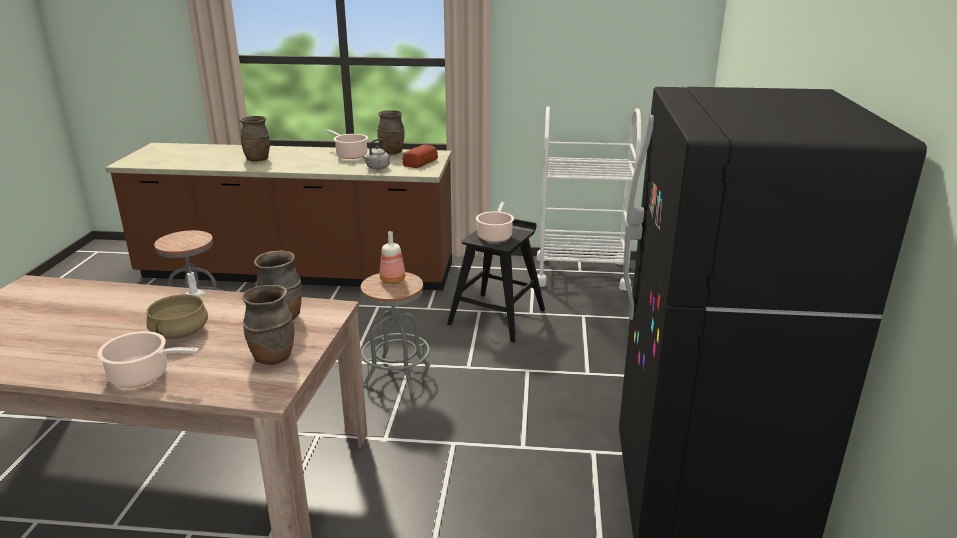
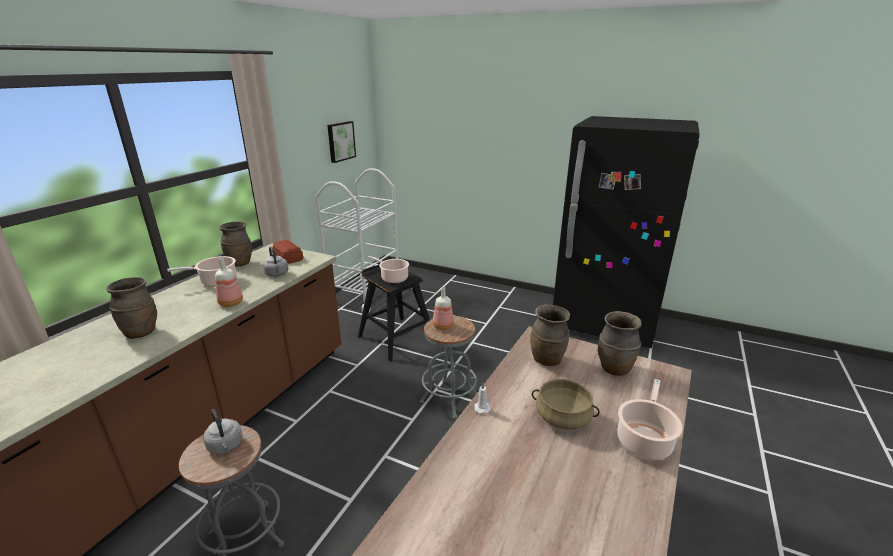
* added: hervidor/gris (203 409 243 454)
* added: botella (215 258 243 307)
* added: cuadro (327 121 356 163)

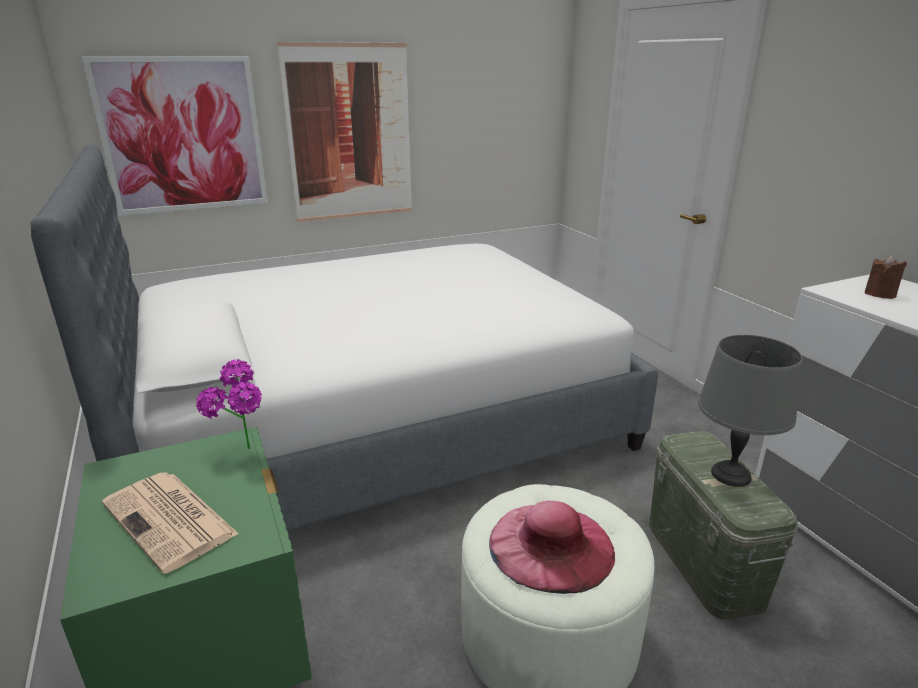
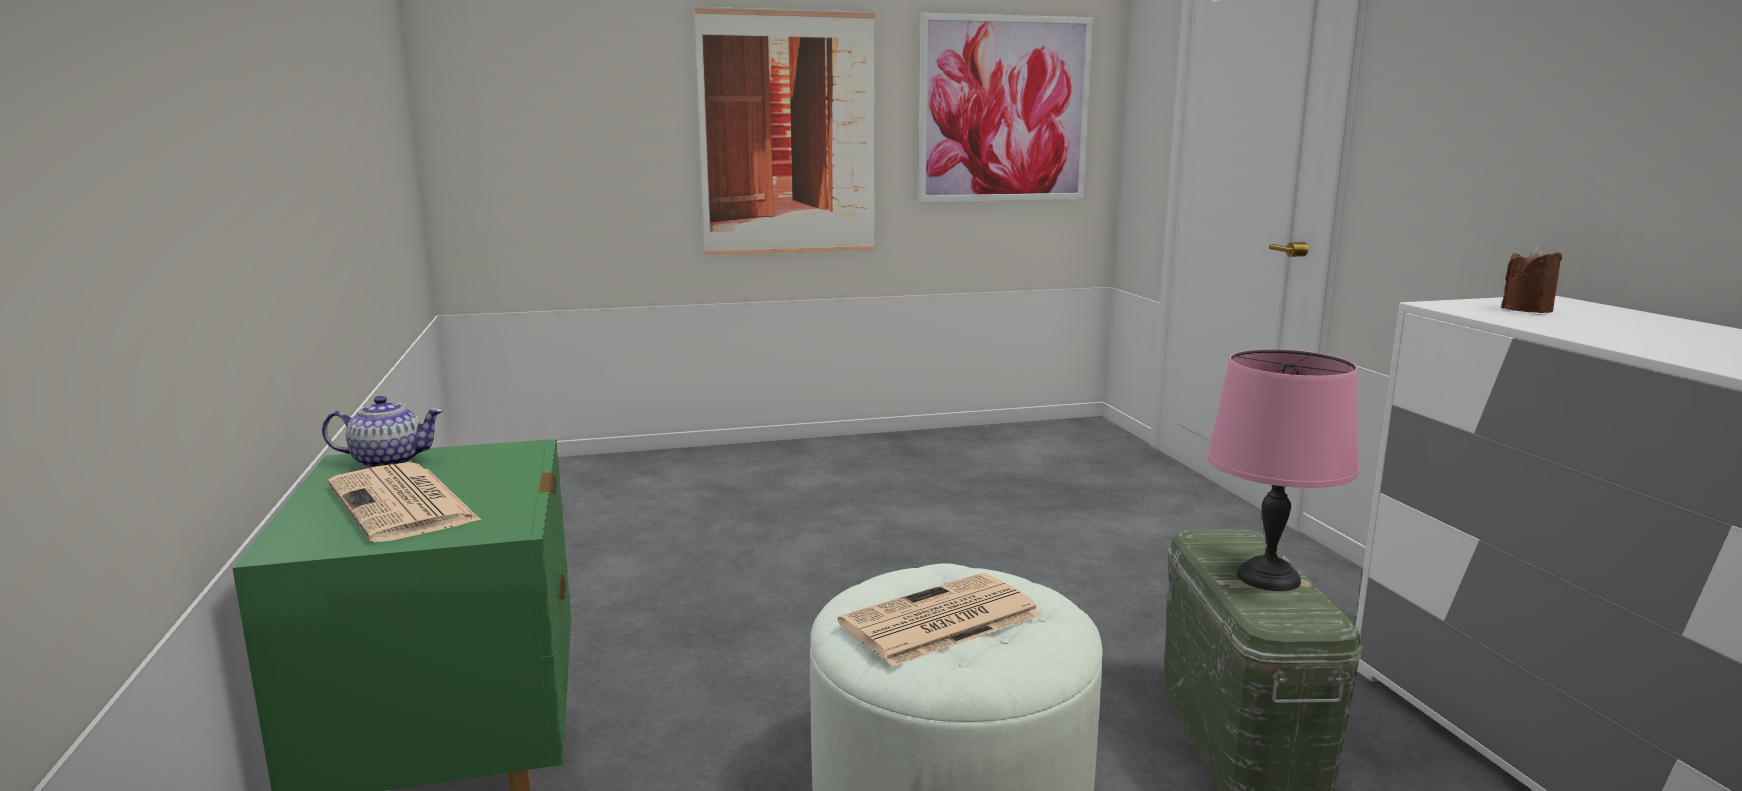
* removed: cama (30 145 658 531)
* removed: planta en maceta (196 359 262 449)
* added: tetera (322 396 444 468)
* moved: cuadro (82 56 268 216) to (918 13 1093 202)
* replaced: sombrero/rosa (489 501 615 594) to periódico (838 573 1041 667)
* recoloured: lámpara de mesa/gris (698 335 802 487) to lámpara de mesa/rosa (1207 349 1359 591)

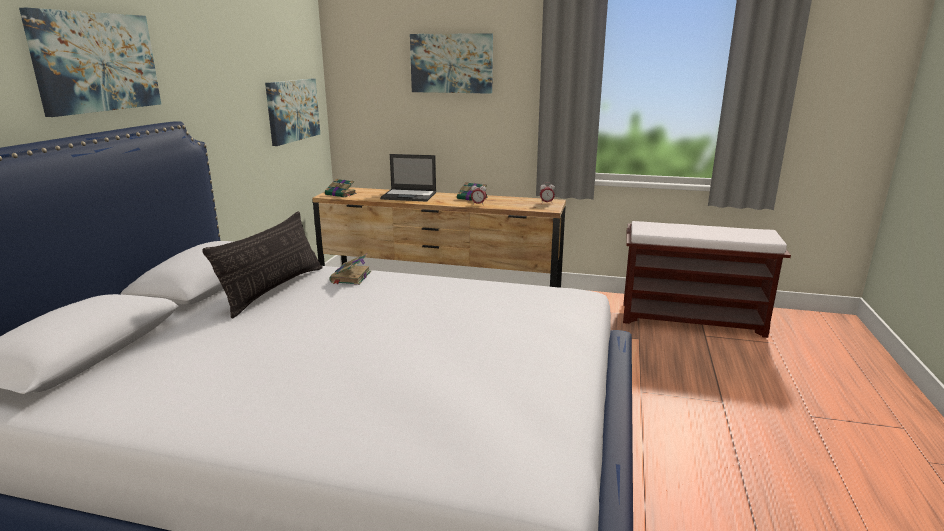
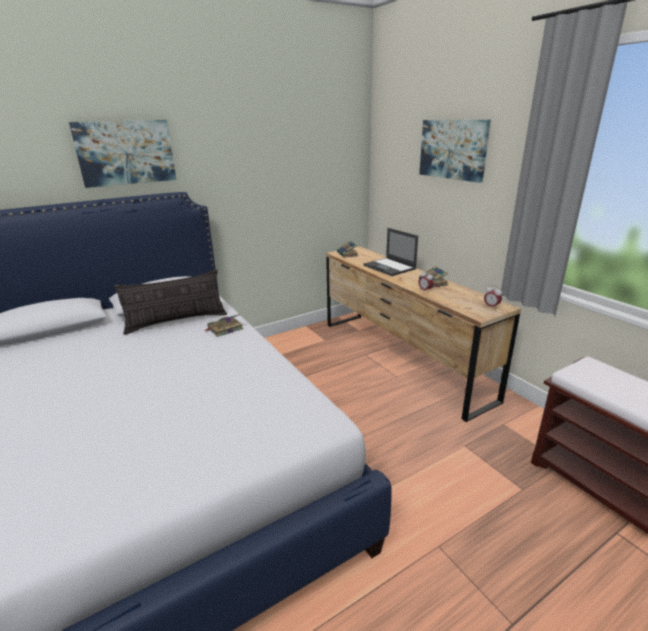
* removed: cuadro (265 79 320 146)

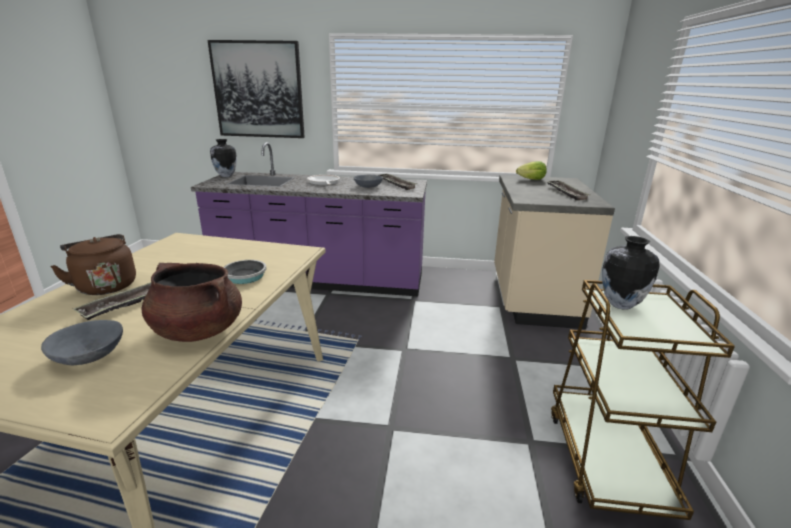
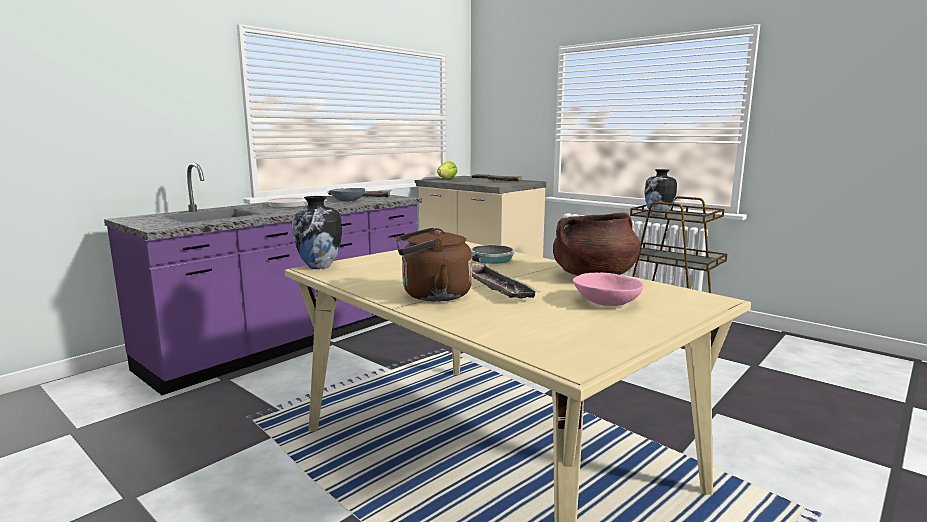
* removed: cuadro (208 40 305 138)
* moved: florero (210 139 237 177) to (292 196 342 269)
* recoloured: cuenco/gris (41 320 123 366) to cuenco/rosa (573 273 643 306)

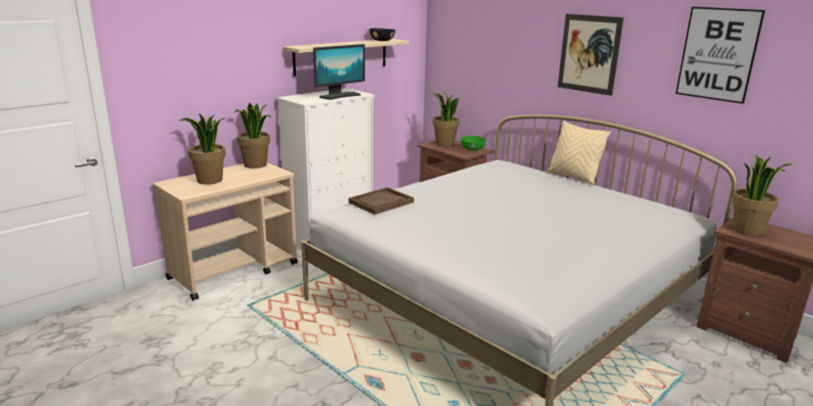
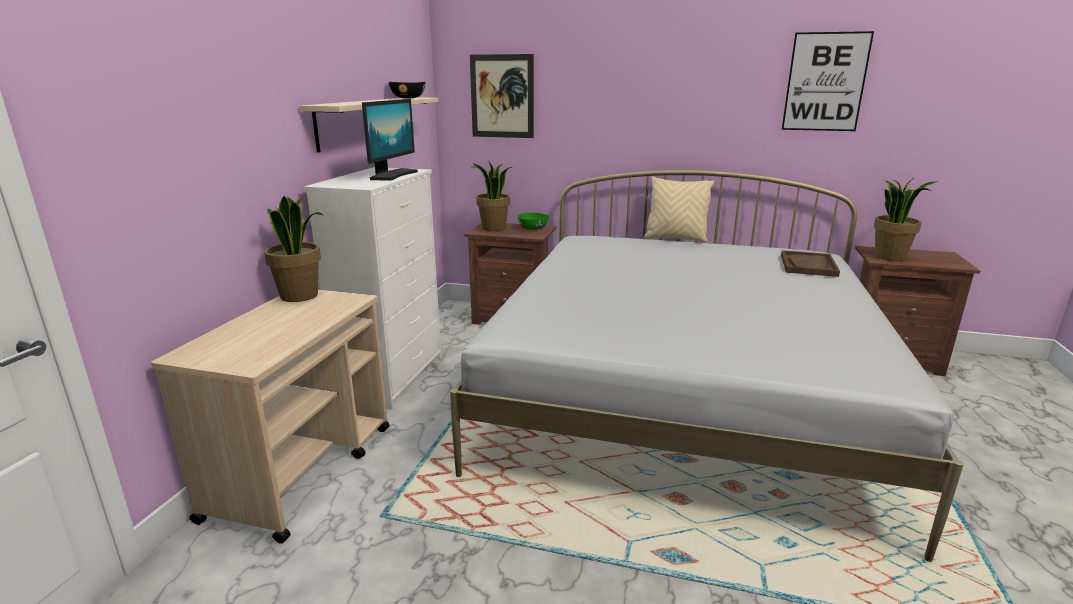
* removed: planta en maceta (179 114 226 185)
* moved: bandeja/marrón (348 187 414 215) to (781 250 840 277)
* moved: cuadro (558 14 624 96) to (470 54 534 138)

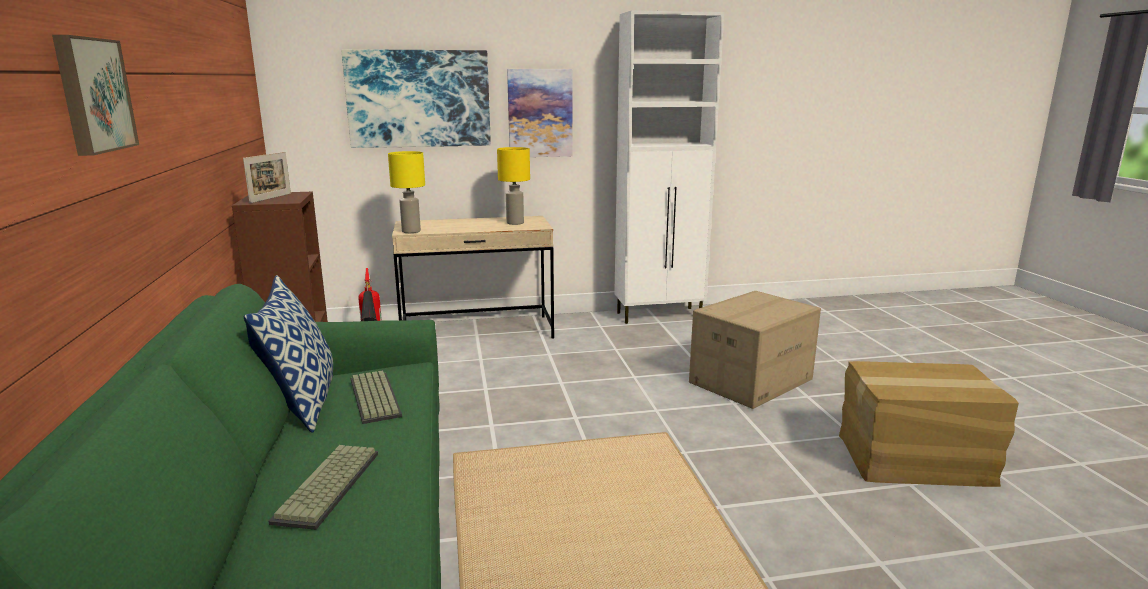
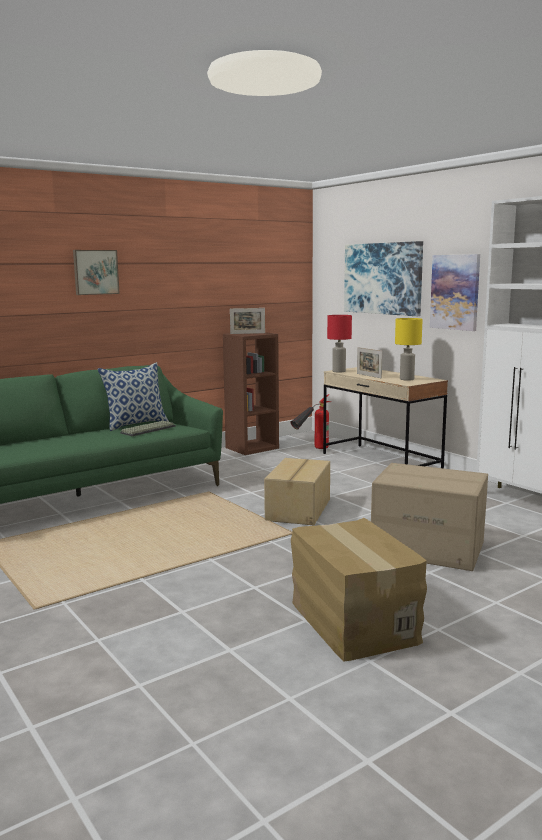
* removed: teclado (268 445 378 530)
* added: caja de cartón (264 458 330 525)
* added: portarretratos (357 347 382 378)
* recoloured: lámpara de mesa/amarillo (388 151 425 233) to lámpara de mesa/rojo (327 315 352 373)

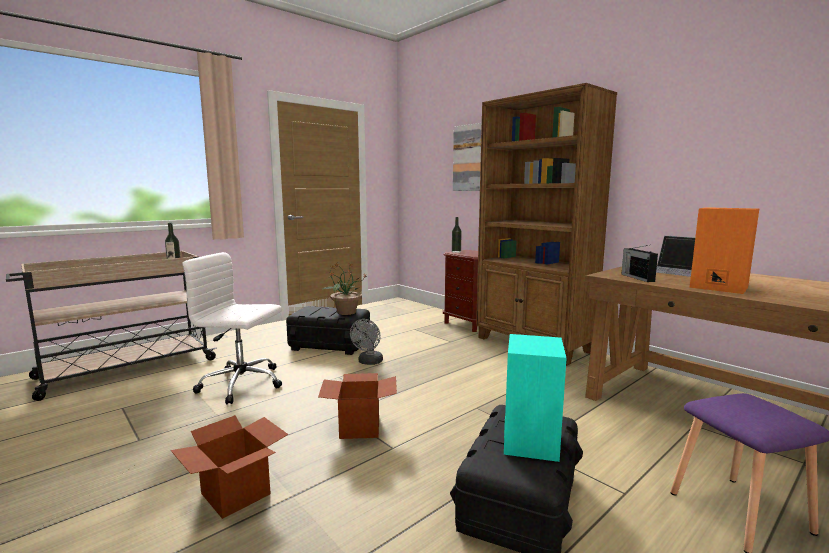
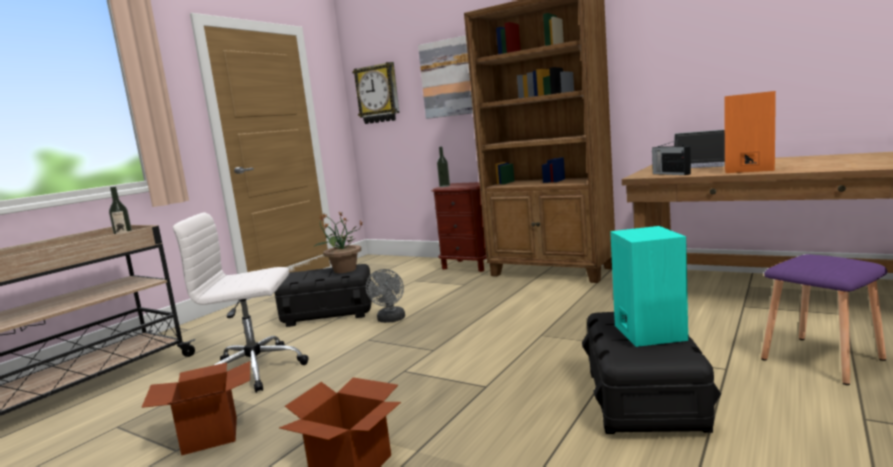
* added: reloj de pared (352 62 400 124)
* moved: caja de cartón (318 373 397 439) to (142 361 250 455)

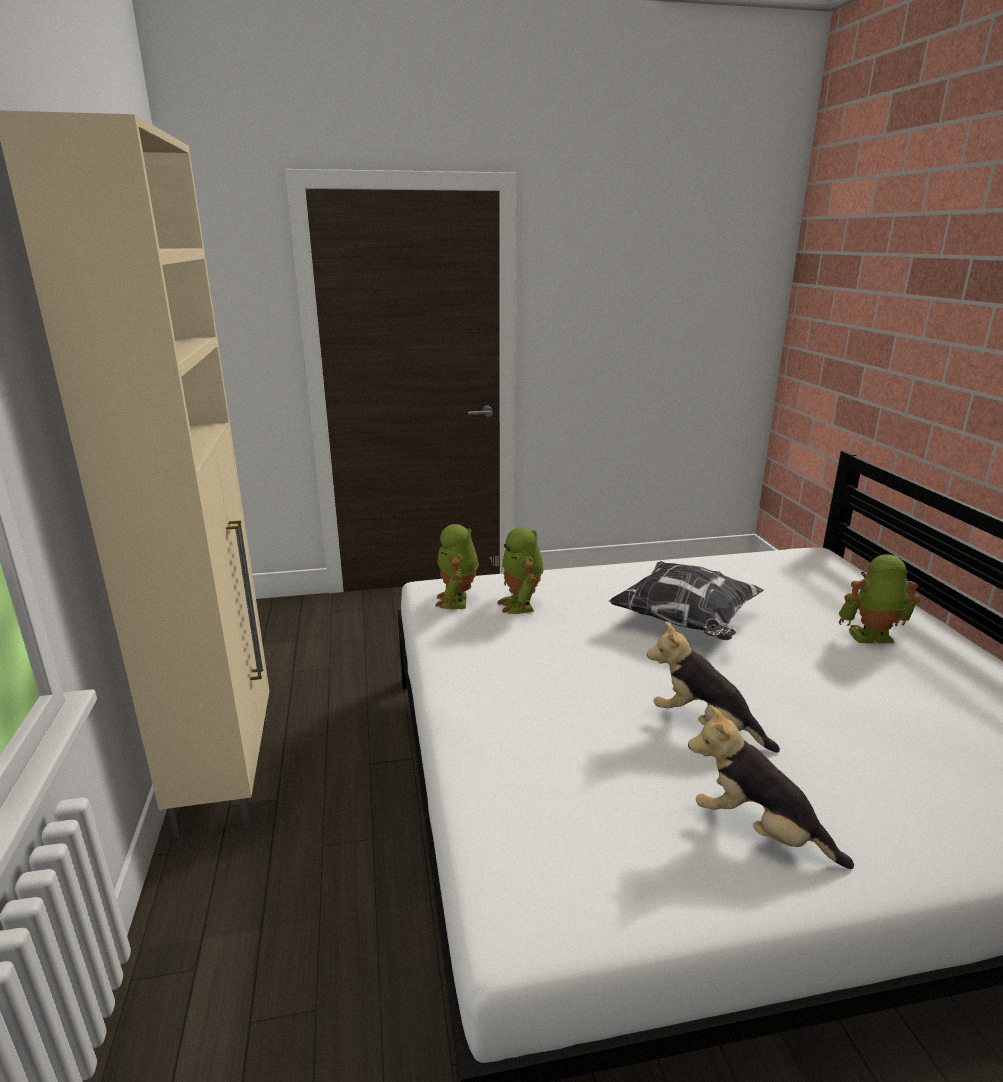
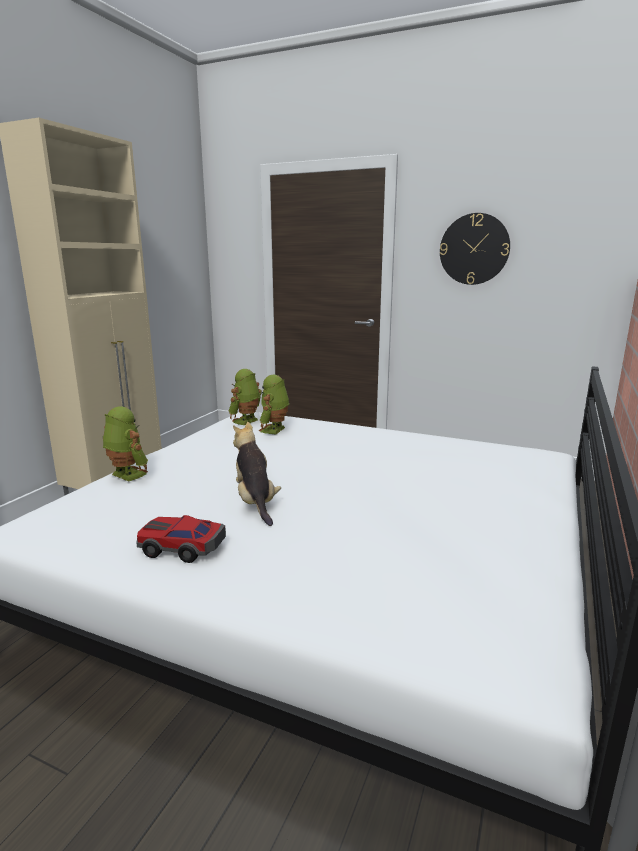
* removed: cojín (609 561 764 640)
* added: reloj de pared (440 213 510 285)
* moved: robot de juguete (839 554 920 643) to (103 406 148 481)
* replaced: peluche (688 705 854 869) to coche de juguete (136 515 226 563)

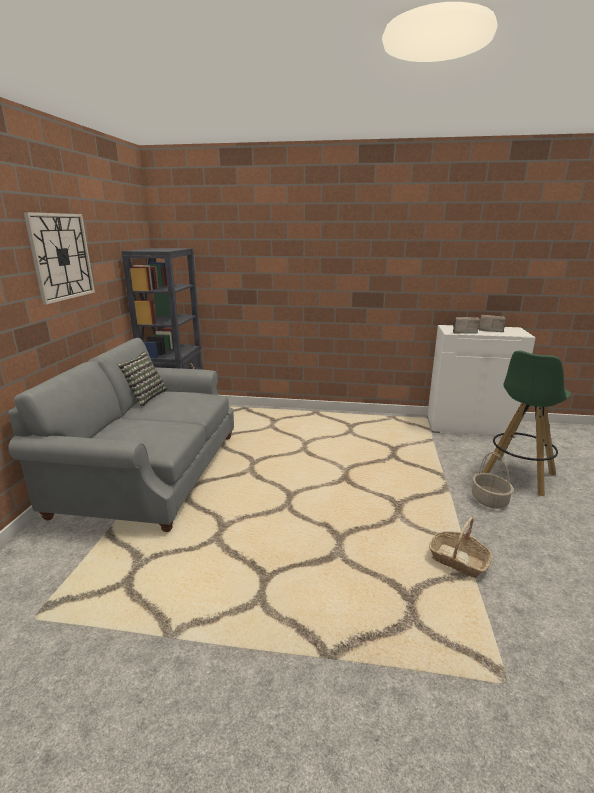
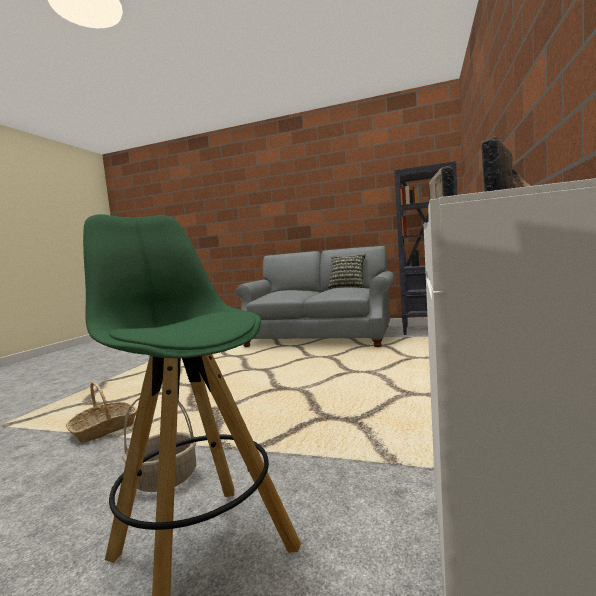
* removed: reloj de pared (24 212 95 305)

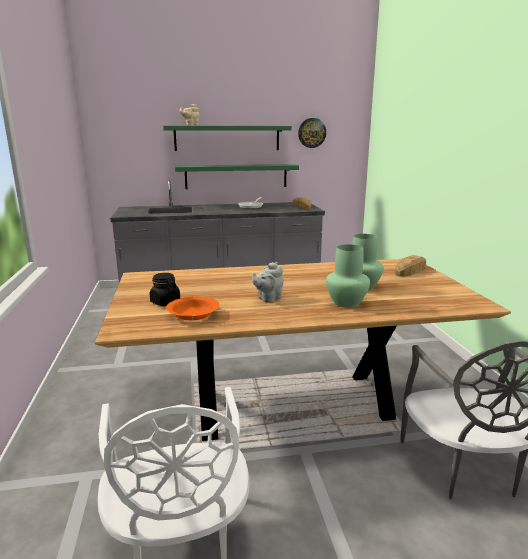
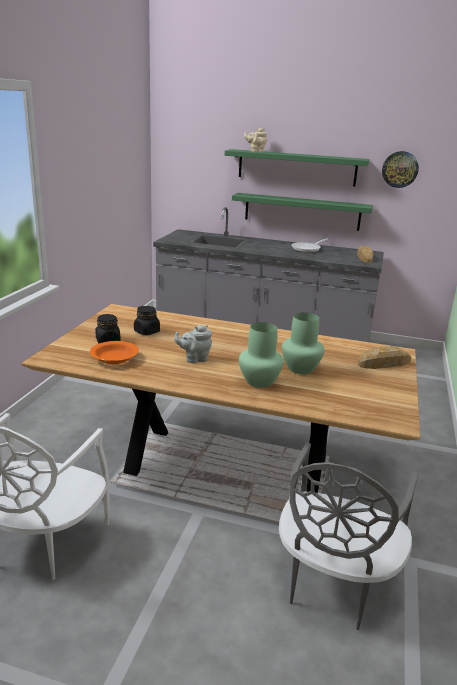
* added: tarro/negro (134 306 160 335)

